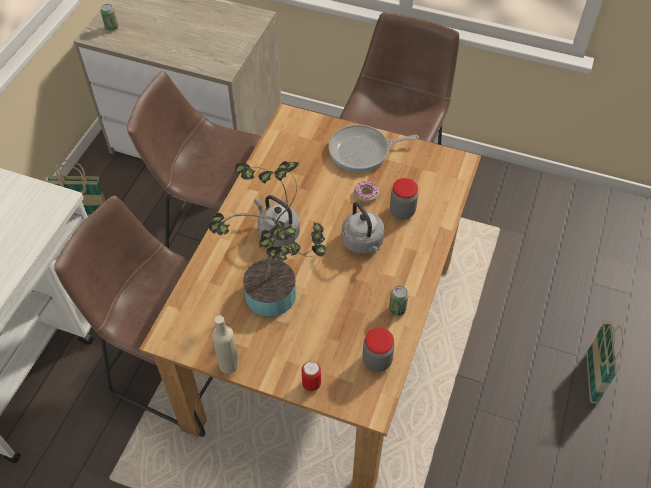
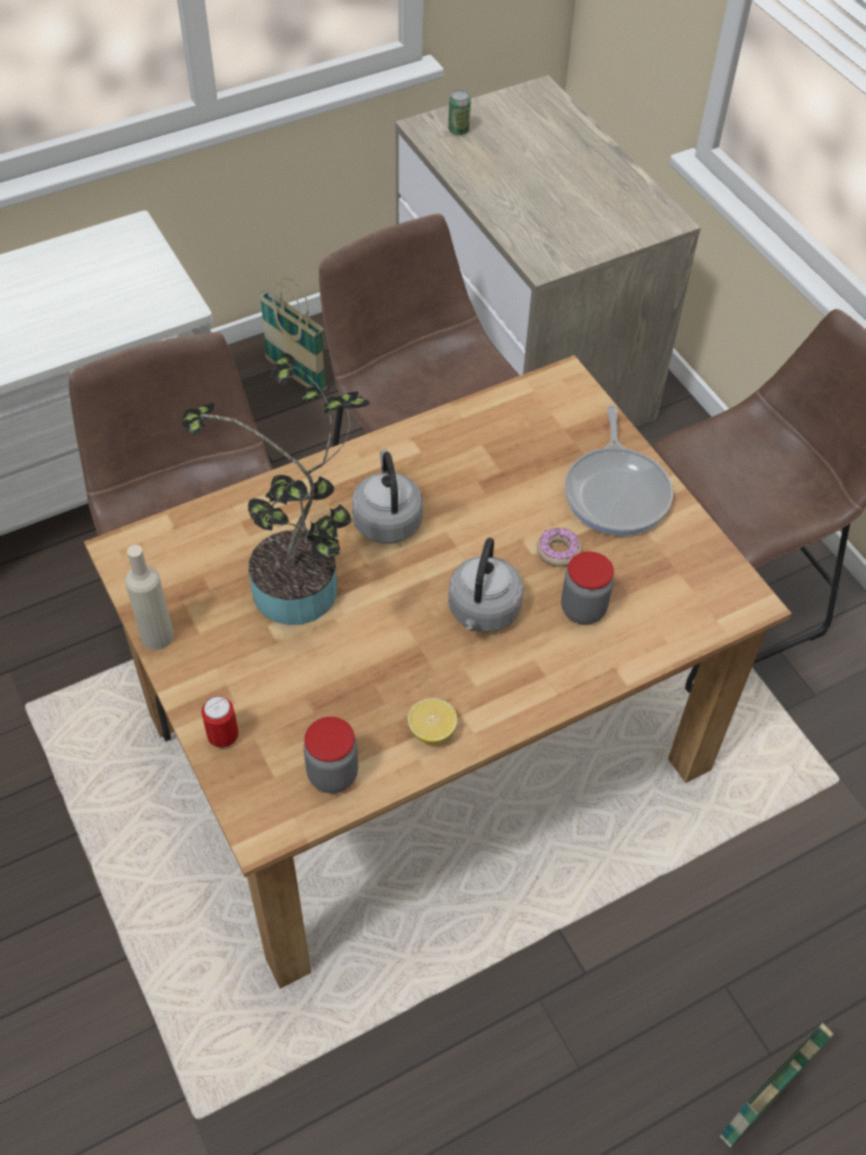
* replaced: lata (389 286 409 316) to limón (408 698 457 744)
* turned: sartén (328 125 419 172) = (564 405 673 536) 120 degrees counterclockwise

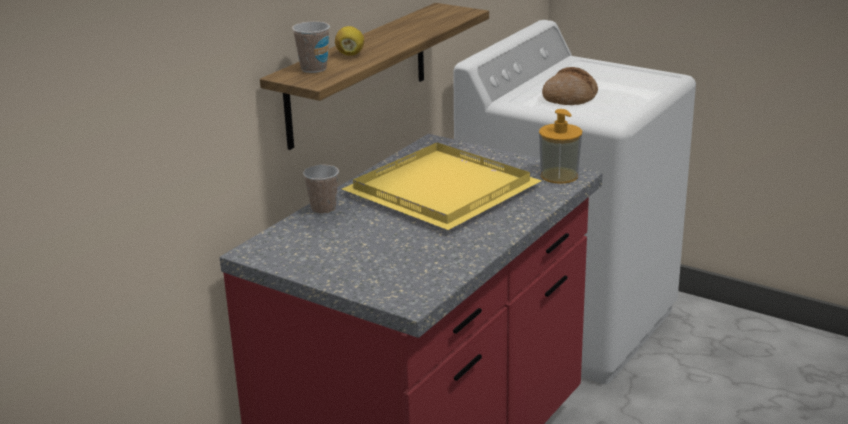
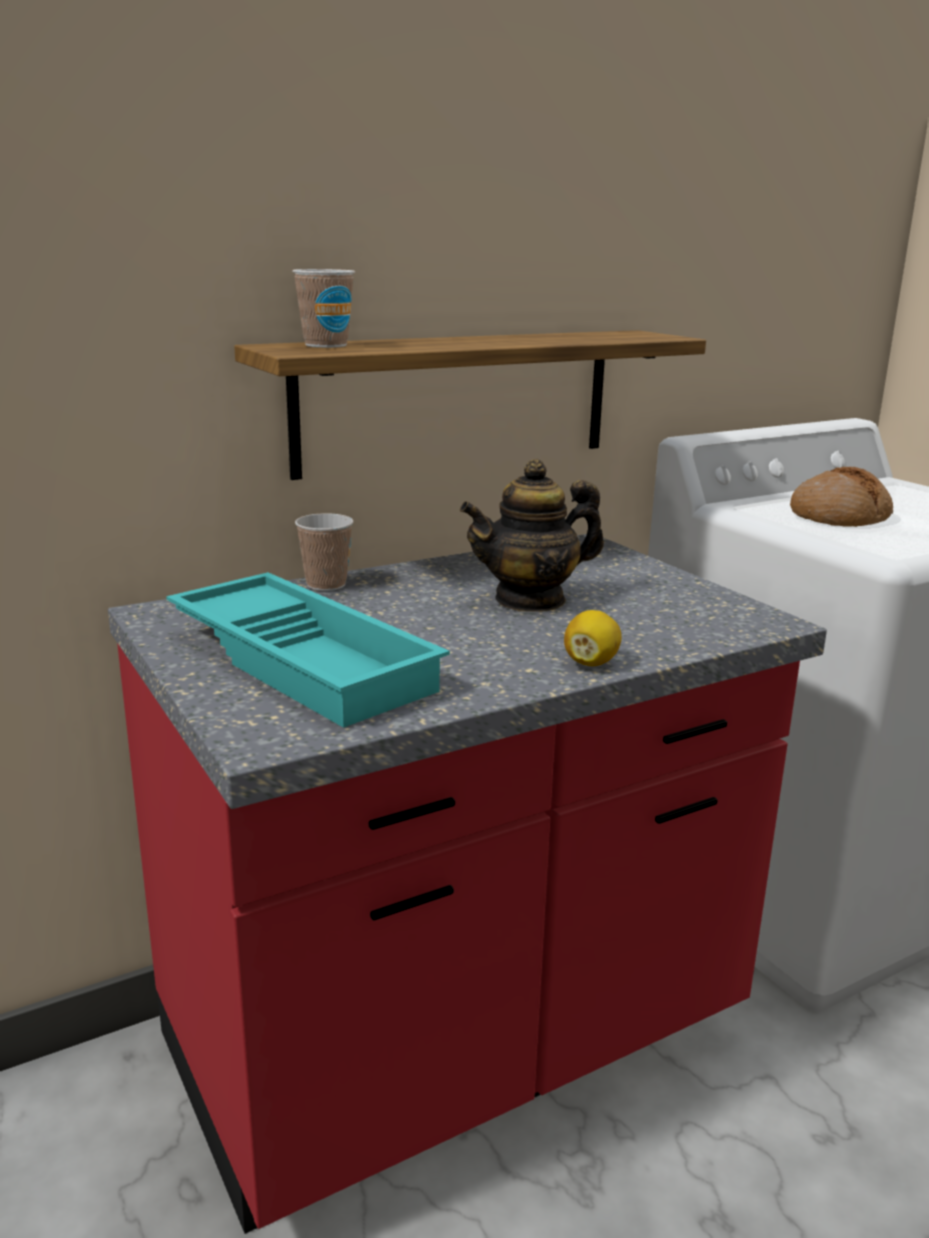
* removed: dispensador de jabón (539 109 582 184)
* added: bandeja/turquesa (166 572 450 728)
* moved: limón (335 26 364 56) to (564 610 622 666)
* replaced: bandeja/amarillo (342 143 542 230) to tetera (460 459 604 612)

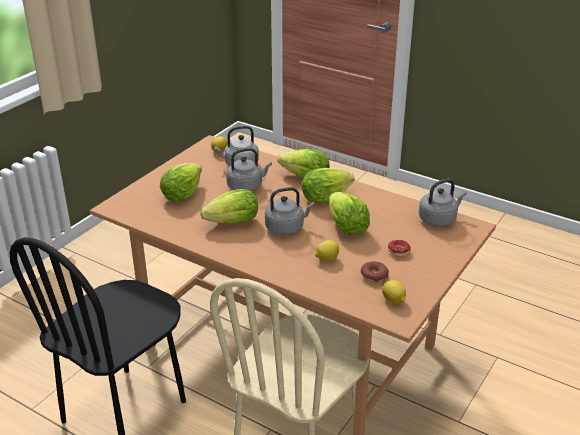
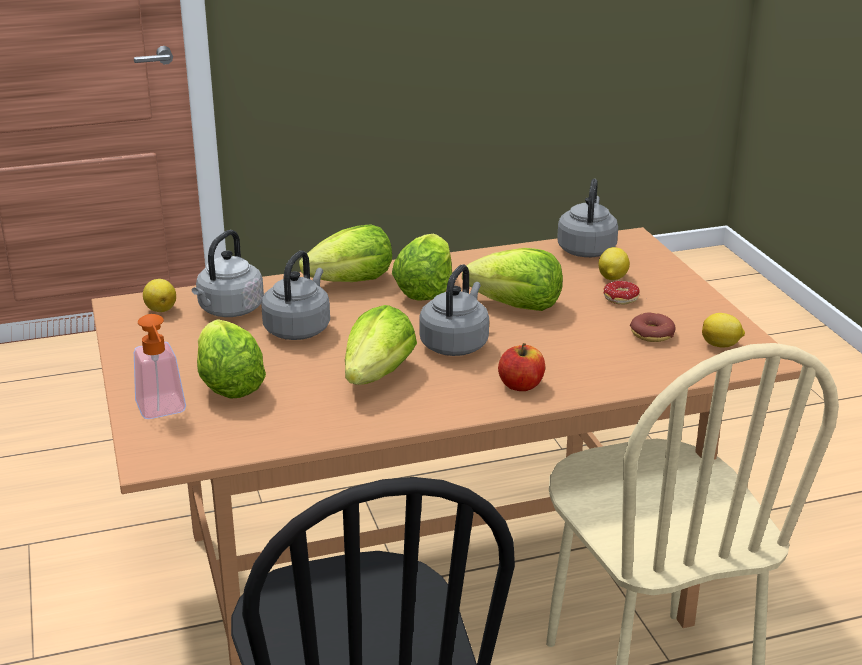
* added: dispensador de jabón (134 314 186 419)
* added: manzana (498 343 545 391)
* moved: limón (315 240 339 261) to (599 247 630 280)

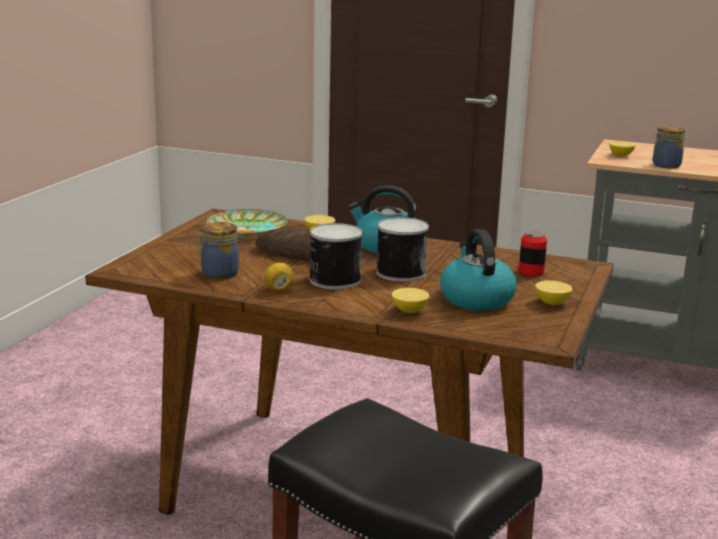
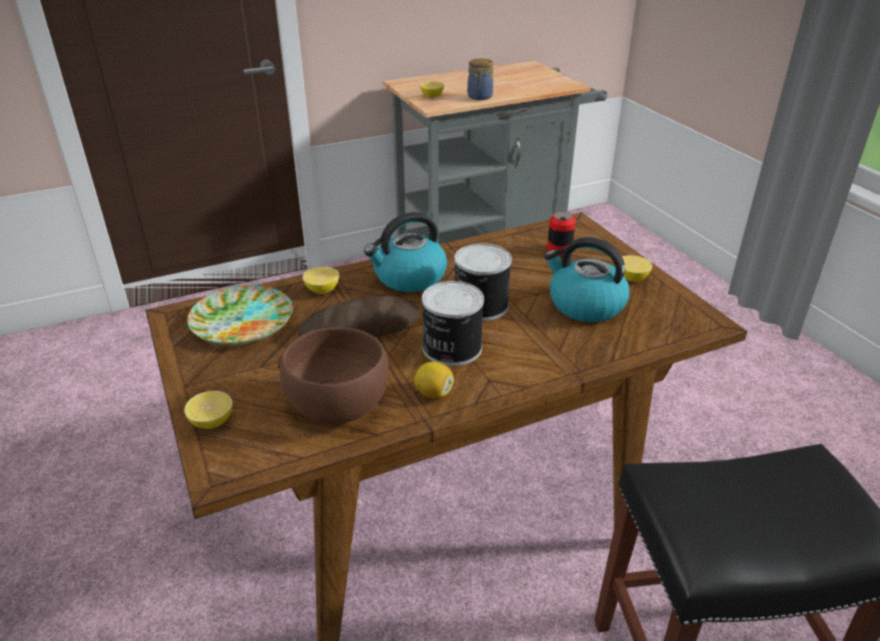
* moved: limón (392 288 429 313) to (184 391 232 429)
* replaced: tarro (197 222 239 279) to cuenco/marrón (278 327 389 424)

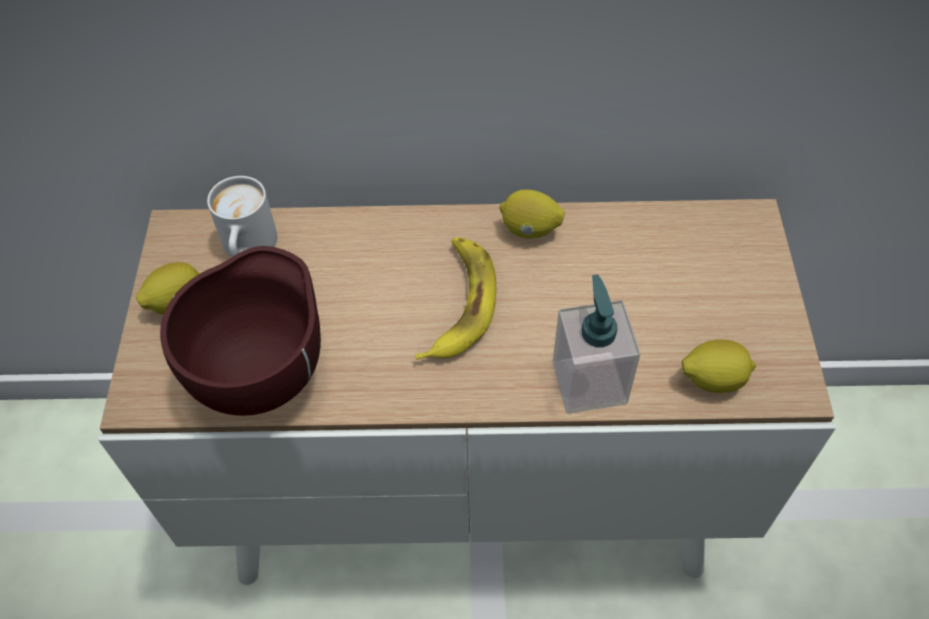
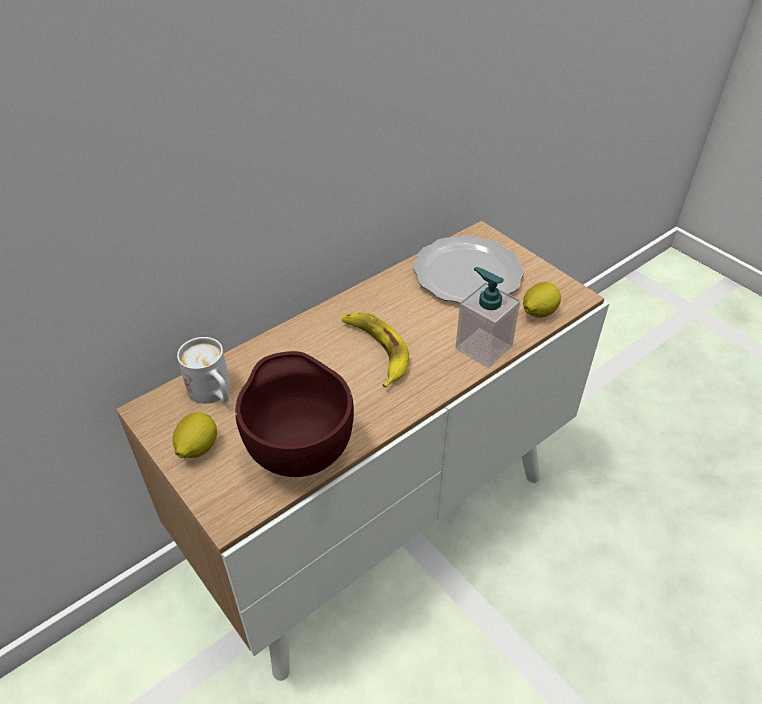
* removed: limón (500 190 565 239)
* added: plato (413 235 524 303)

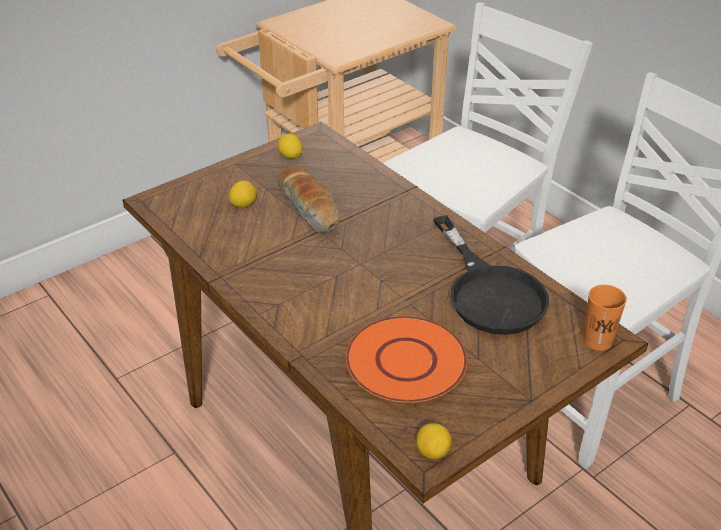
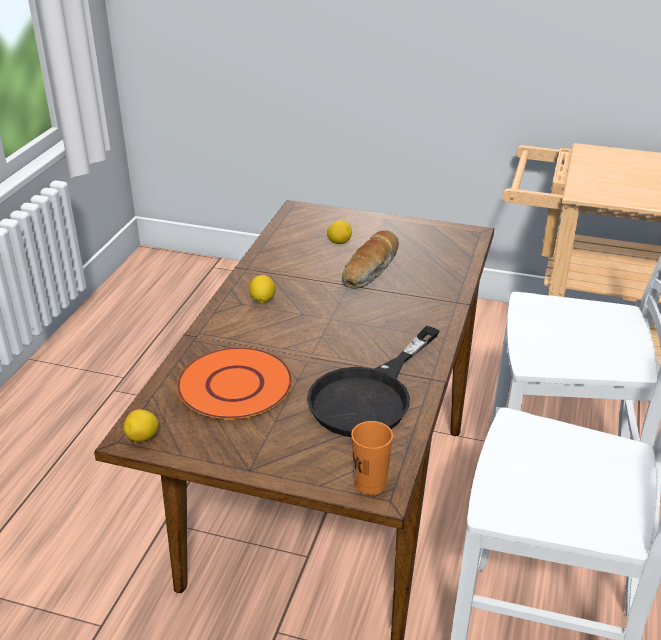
* moved: limón (277 134 303 159) to (250 275 276 303)

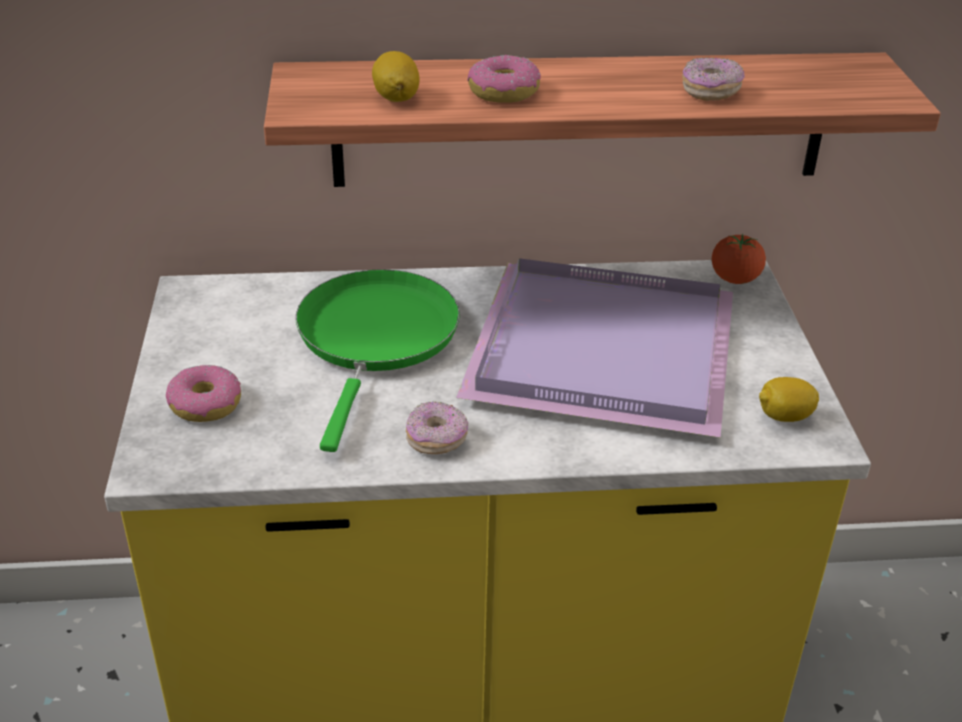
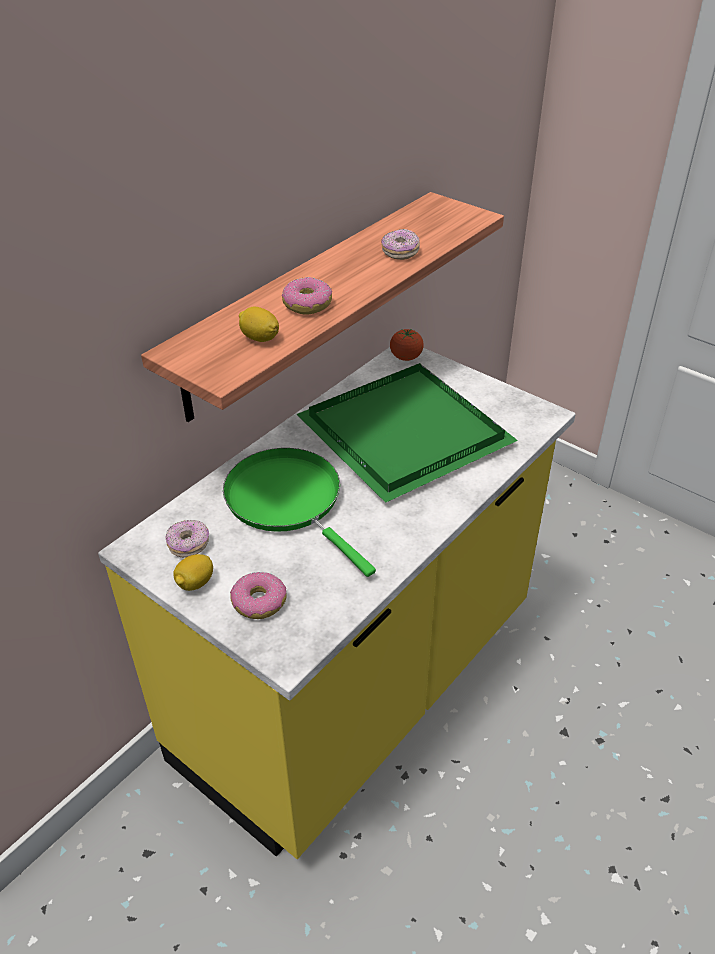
* moved: rosquilla (406 401 468 454) to (166 520 209 558)
* moved: limón (759 377 819 422) to (173 554 213 591)
* recoloured: bandeja/morado (456 258 733 438) to bandeja/verde (297 363 518 503)

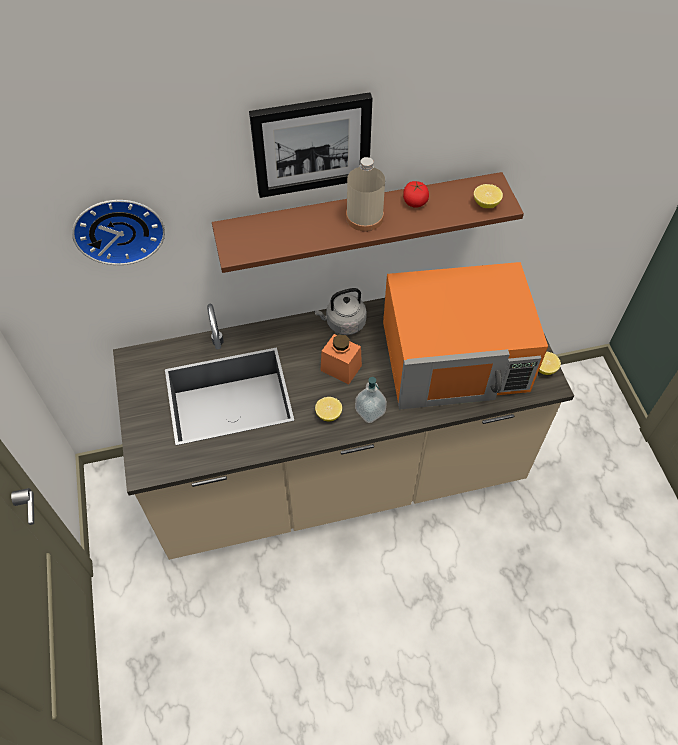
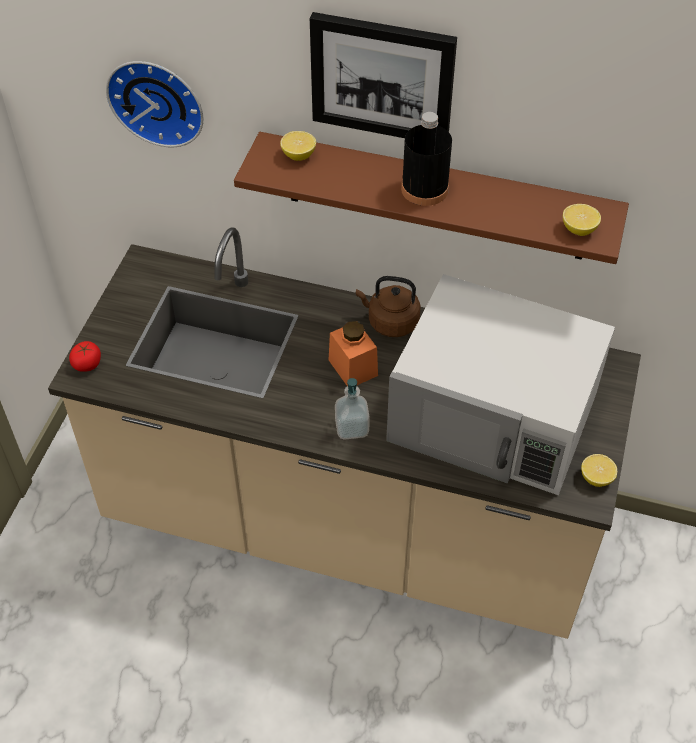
* moved: limón (315 397 342 421) to (280 131 316 161)
* moved: tomate (403 181 429 208) to (69 341 101 372)
* recoloured: hervidor/gris (314 288 367 335) to hervidor/marrón (356 276 420 337)
* recoloured: botella/beis (346 157 385 231) to botella/negro (401 112 452 206)
* recoloured: microondas/naranja (383 262 548 410) to microondas/blanco (386 274 615 495)

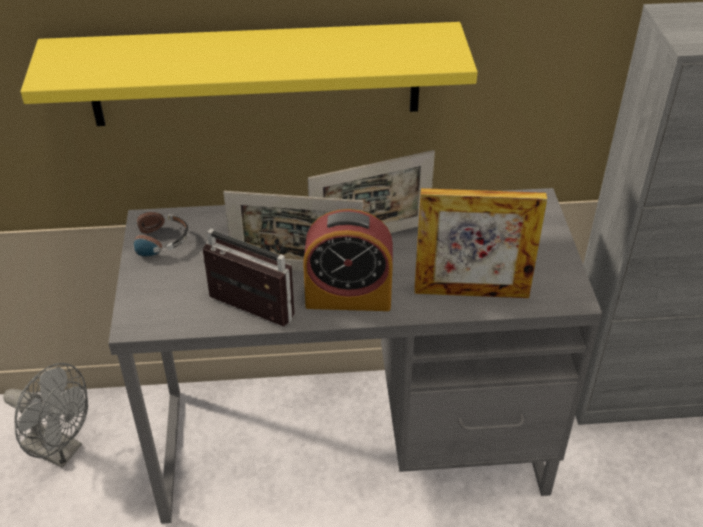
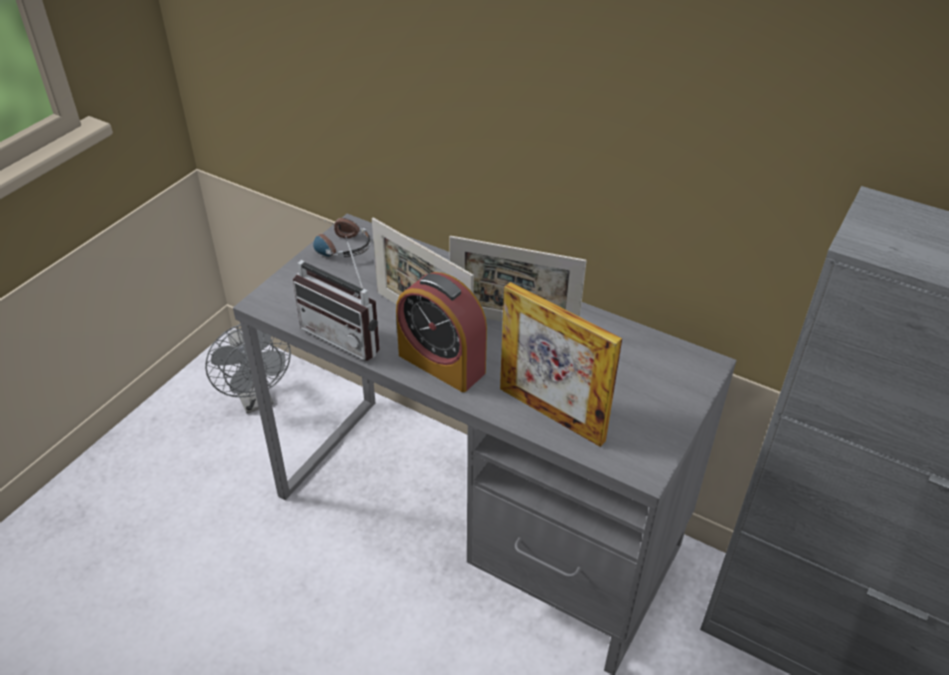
* removed: estante/amarillo (21 22 477 126)
* turned: radio (203 228 294 327) = (293 236 380 361) 150 degrees clockwise

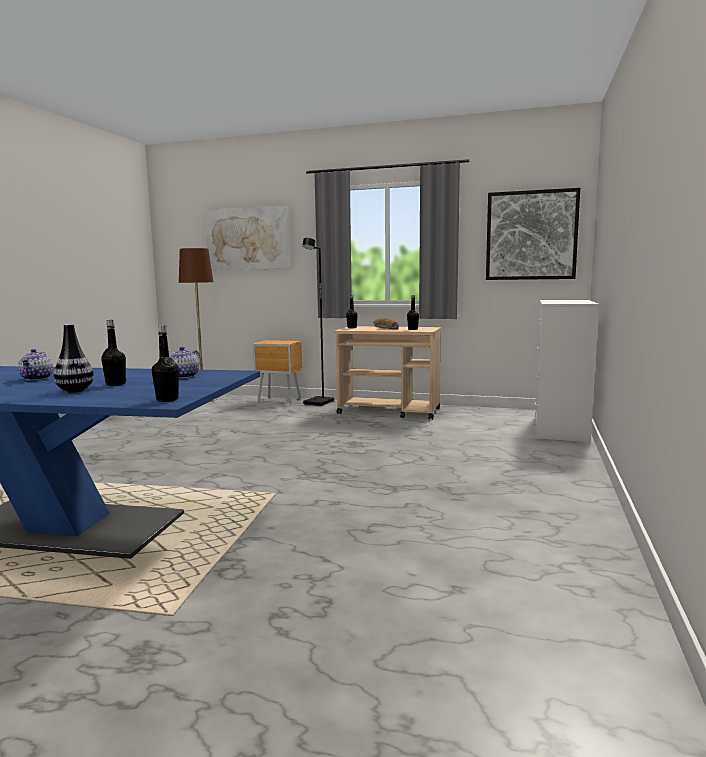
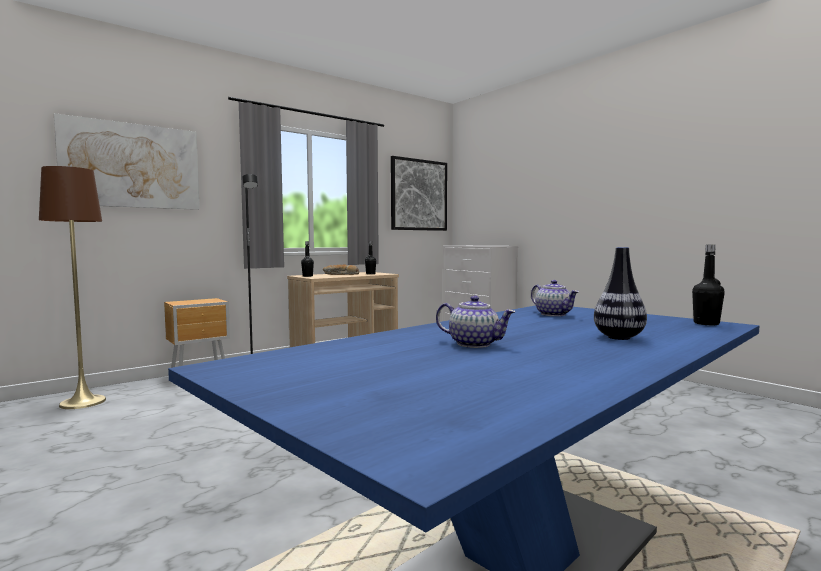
* removed: botella/negro (101 320 126 386)

